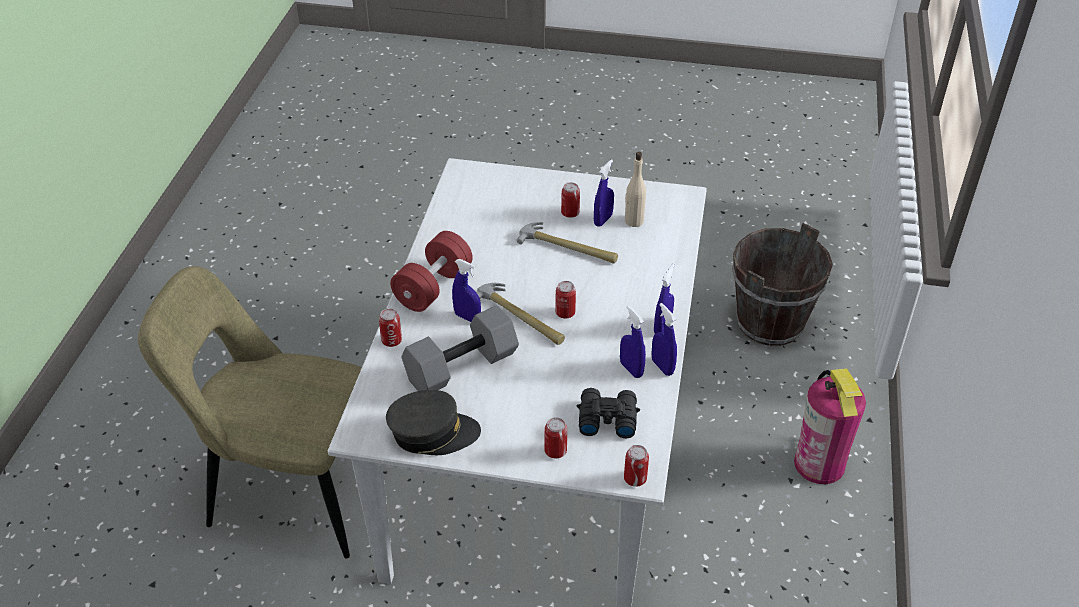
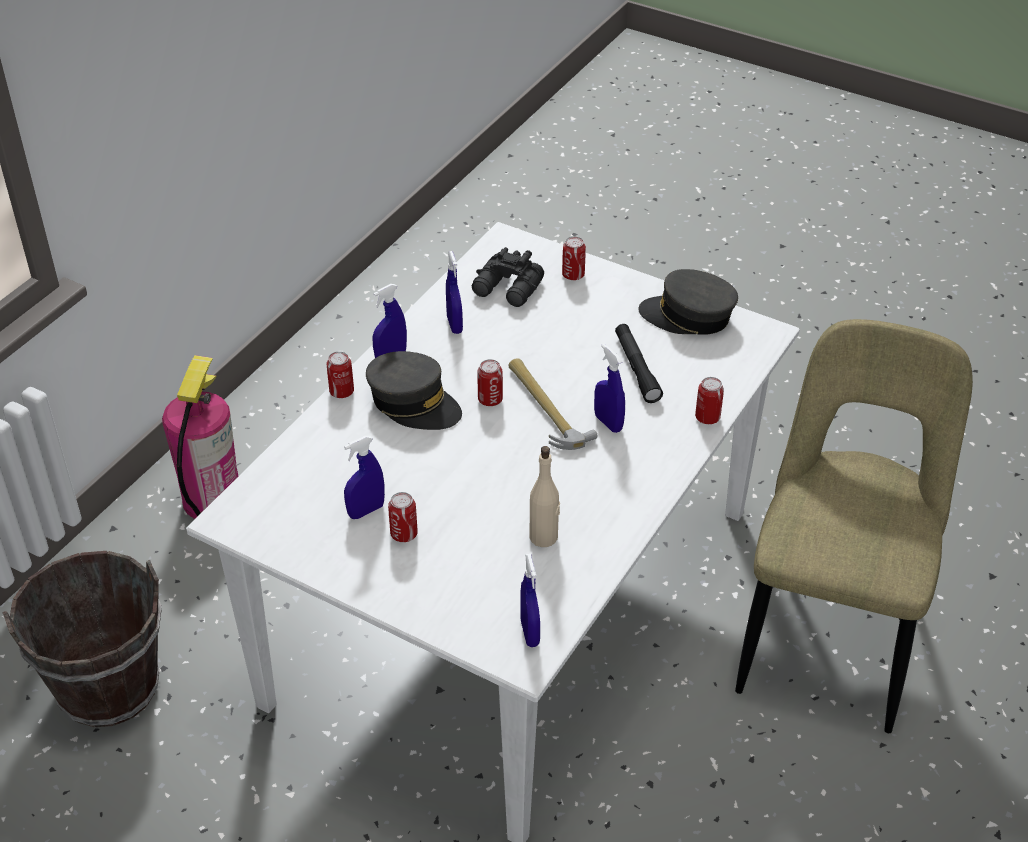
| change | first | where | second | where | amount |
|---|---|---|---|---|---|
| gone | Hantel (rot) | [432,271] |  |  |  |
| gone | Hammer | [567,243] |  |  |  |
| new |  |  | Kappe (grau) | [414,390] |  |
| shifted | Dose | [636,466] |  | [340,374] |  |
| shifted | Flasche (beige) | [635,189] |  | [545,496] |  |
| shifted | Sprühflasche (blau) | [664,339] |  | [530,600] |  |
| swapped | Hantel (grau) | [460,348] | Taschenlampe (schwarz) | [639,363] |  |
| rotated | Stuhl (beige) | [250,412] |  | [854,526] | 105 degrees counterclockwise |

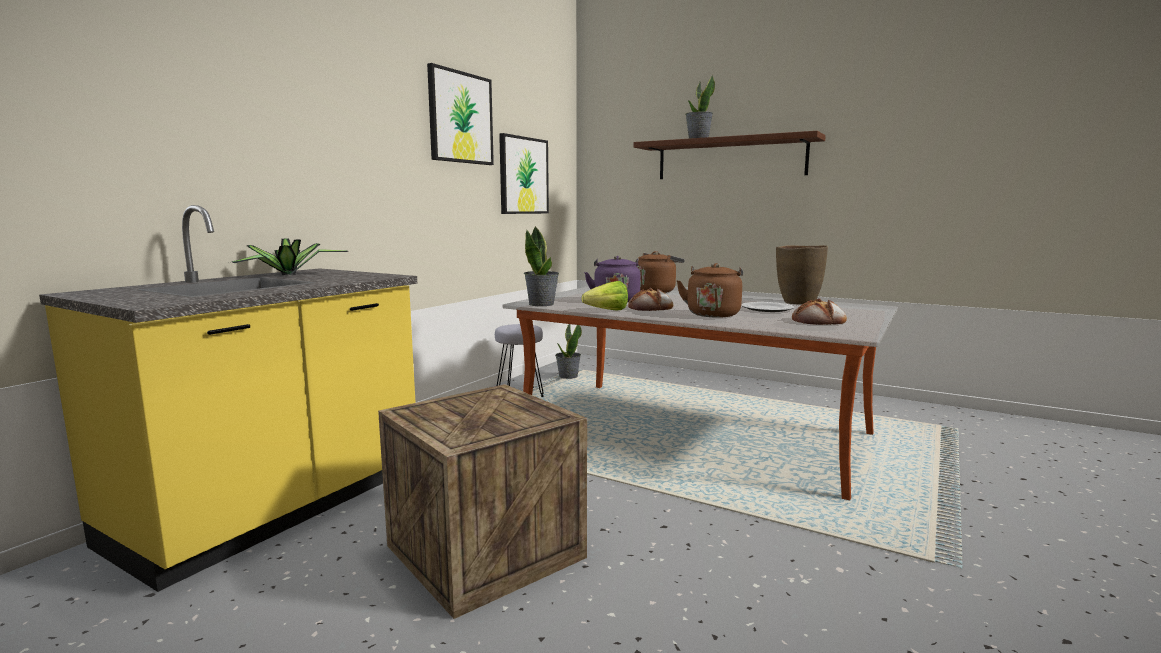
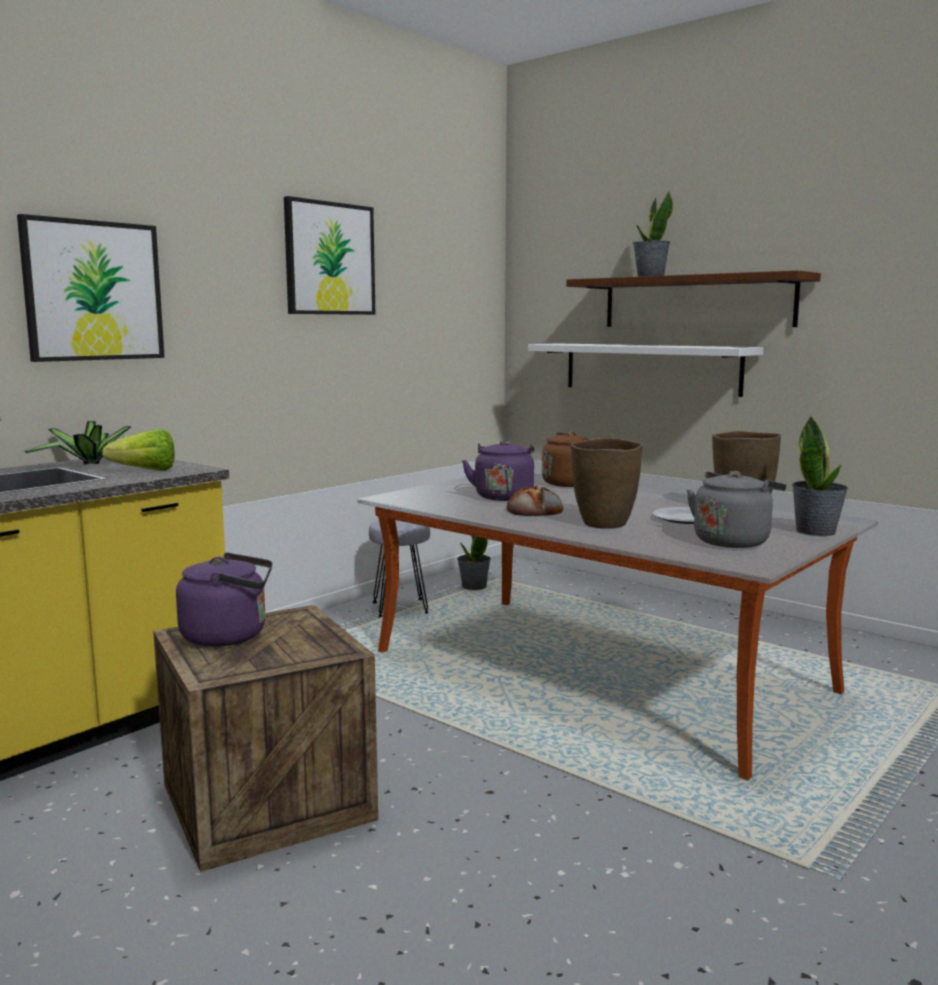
| change | first | where | second | where | amount |
|---|---|---|---|---|---|
| new |  |  | Wasserkessel (lila) | [224,600] |  |
| new |  |  | Wandregal (weiß) | [646,370] |  |
| shifted | Bild | [524,173] |  | [91,288] |  |
| shifted | Topfpflanze | [541,266] |  | [820,476] |  |
| shifted | Salatkopf | [605,295] |  | [138,450] |  |
| swapped | Wasserkessel (braun) | [710,290] | Vase (braun) | [607,483] |  |
| swapped | Brot | [819,312] | Wasserkessel (grau) | [736,509] |  |

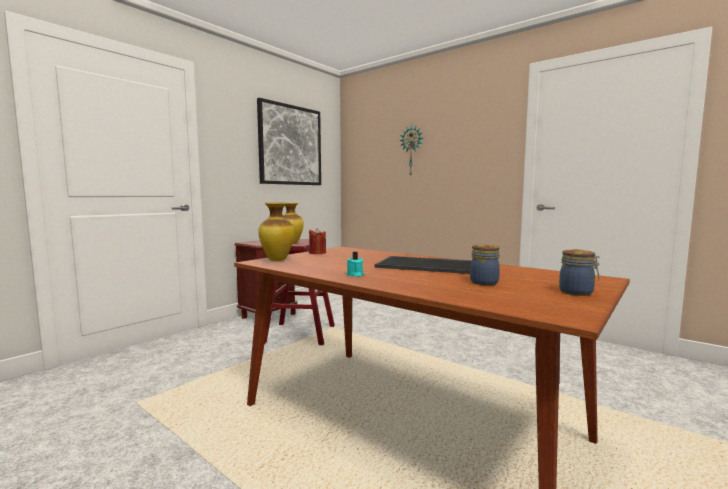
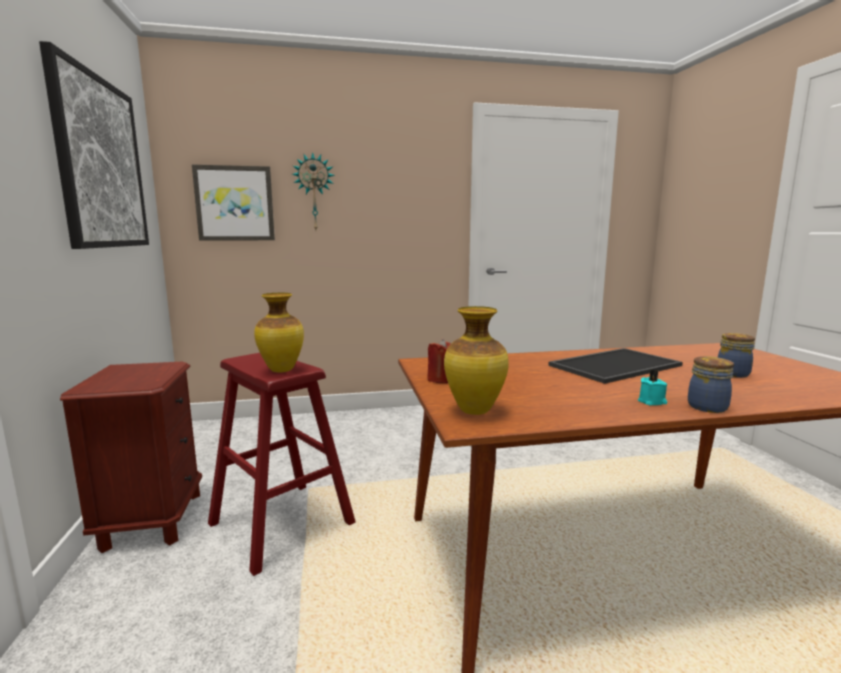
| change | first | where | second | where | amount |
|---|---|---|---|---|---|
| new |  |  | Bild | [233,203] |  |
| shifted | Vorratsglas | [579,272] |  | [711,384] |  |

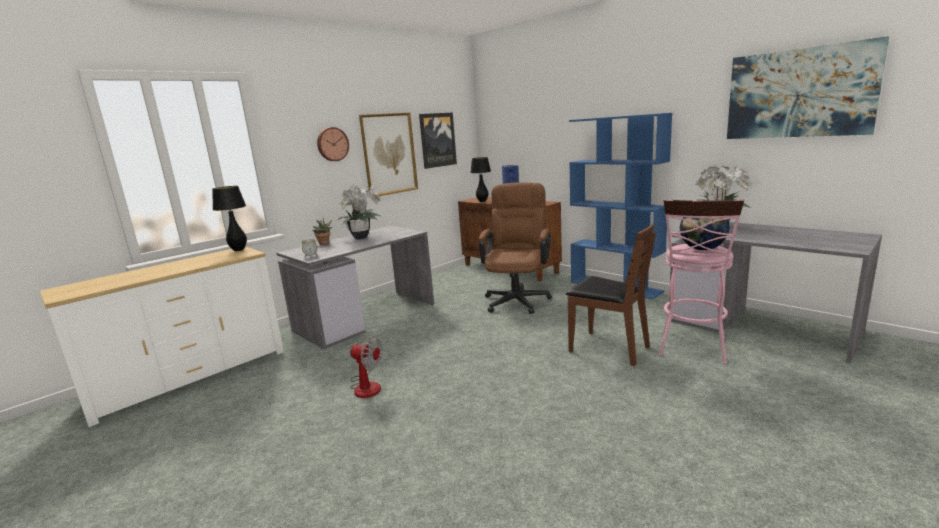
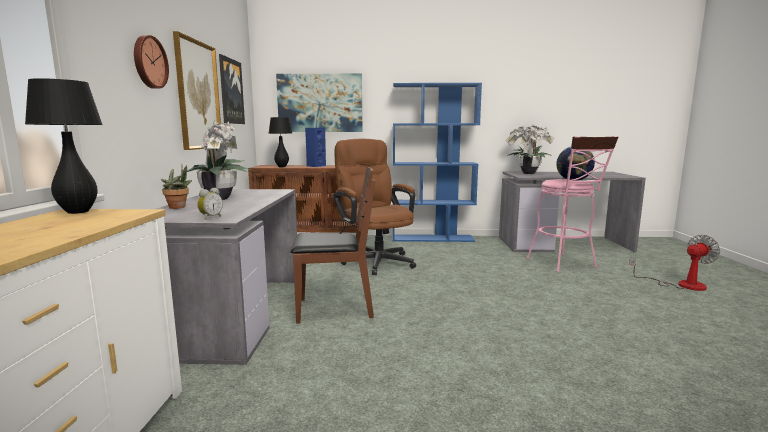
| change | first | where | second | where | amount |
|---|---|---|---|---|---|
| shifted | Ventilator | [366,367] |  | [674,263] |  |
| shifted | Stuhl (braun) | [611,295] |  | [333,245] |  |
| shifted | Bild | [808,87] |  | [319,103] |  |

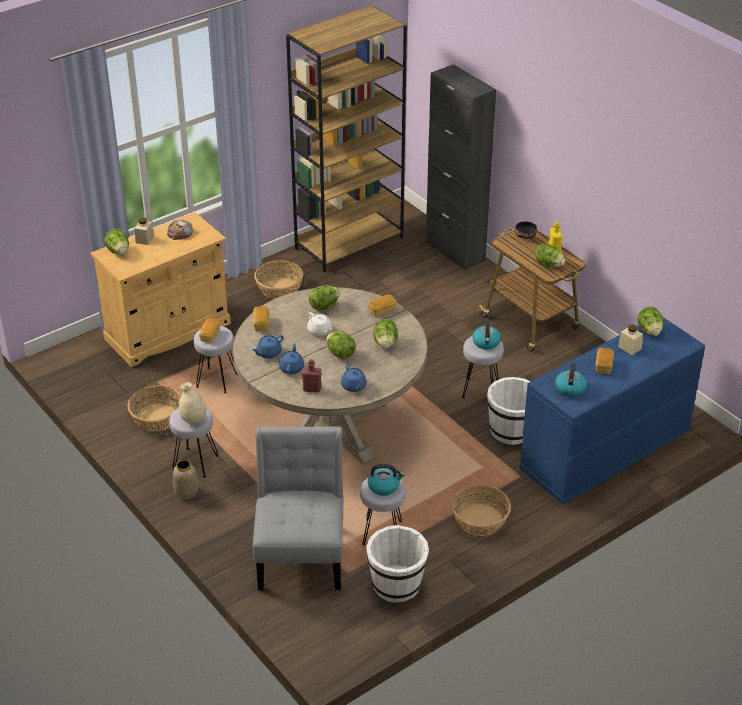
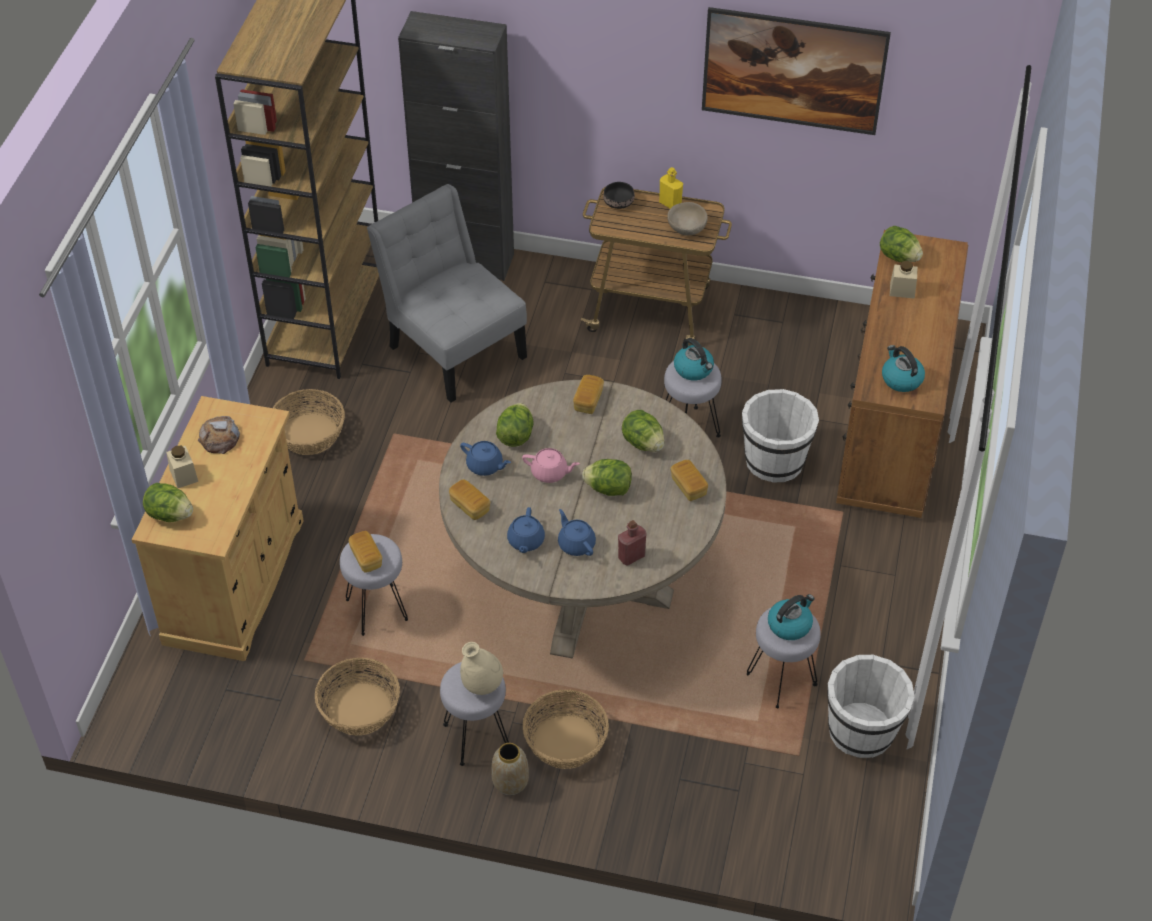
| change | first | where | second | where | amount |
|---|---|---|---|---|---|
| new |  |  | Bild | [796,71] |  |
| shifted | Stuhl (grau) | [298,508] |  | [447,293] |  |
| shifted | Teekanne (blau) | [354,378] |  | [485,458] |  |
| shifted | Korb | [481,510] |  | [566,729] |  |
| shifted | Brot | [605,361] |  | [689,480] |  |
| swapped | Salatkopf | [550,255] | Schüssel (beige) | [687,218] |  |
| repainted | Teekanne (weiß) | [319,324] | Teekanne (rosa) | [551,465] |  |
| repainted | Kommode (blau) | [612,410] | Kommode (braun) | [902,374] |  |

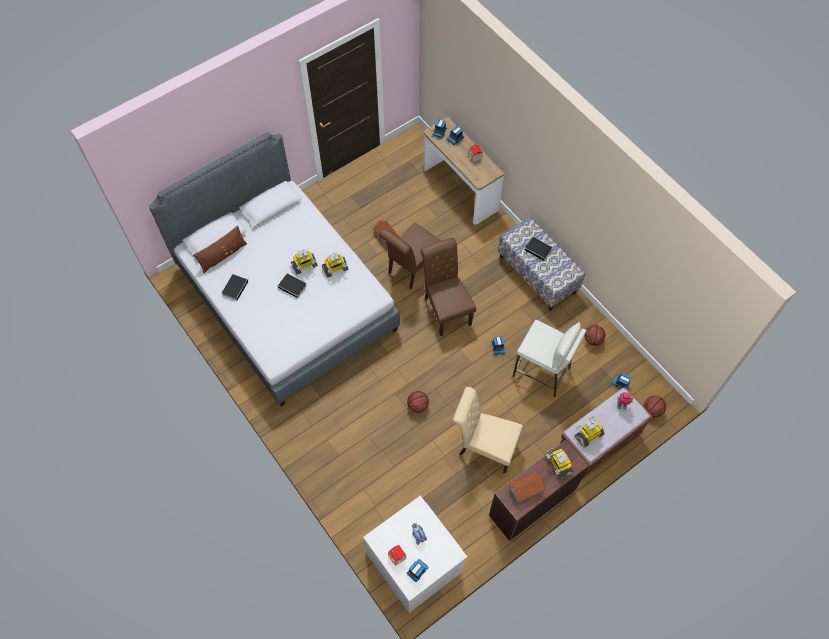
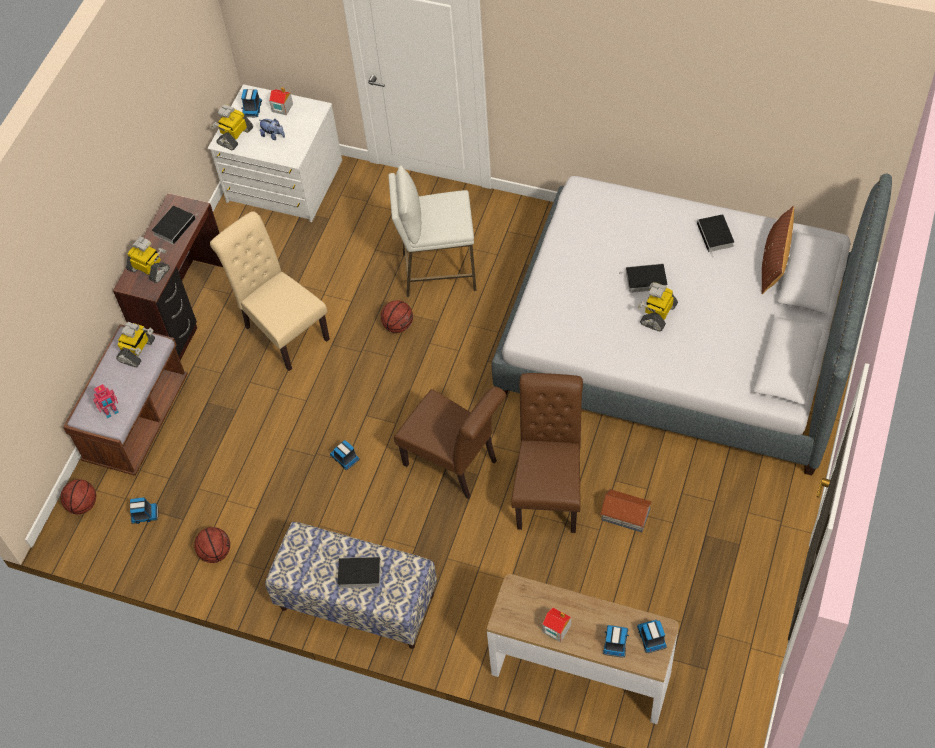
| change | first | where | second | where | amount |
|---|---|---|---|---|---|
| shifted | Spielzeugroboter | [335,265] |  | [232,127] |  |
| shifted | Hocker (weiß) | [549,358] |  | [432,231] |  |
| swapped | Spielzeughaus | [527,487] | Buch | [173,225] |  |
| rotated | Stuhl (beige) | [488,430] |  | [270,291] | 120 degrees counterclockwise |

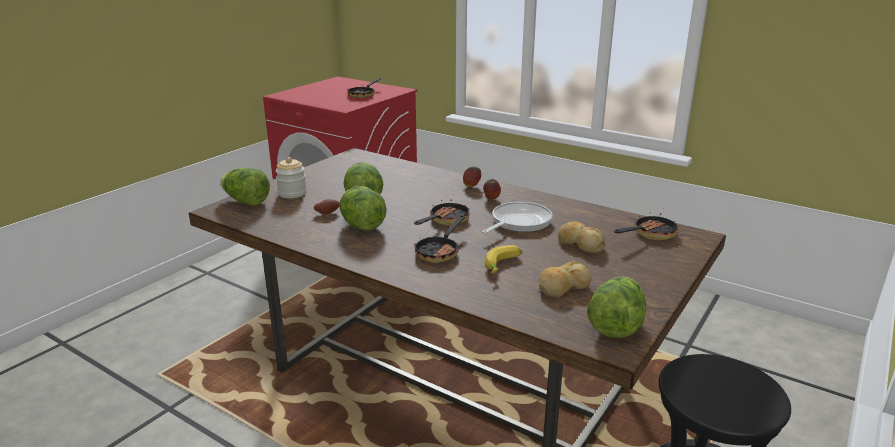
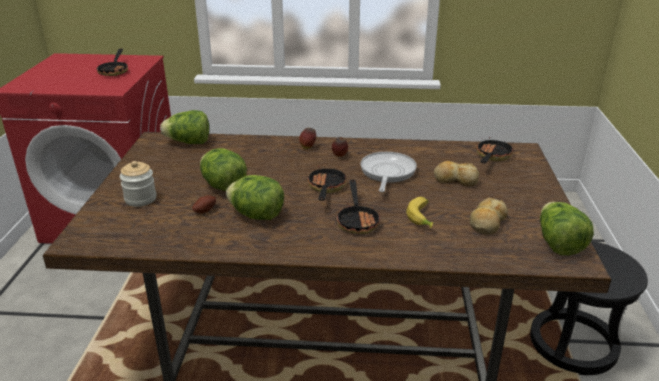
| change | first | where | second | where | amount |
|---|---|---|---|---|---|
| shifted | Salatkopf | [245,187] |  | [184,127] |  |

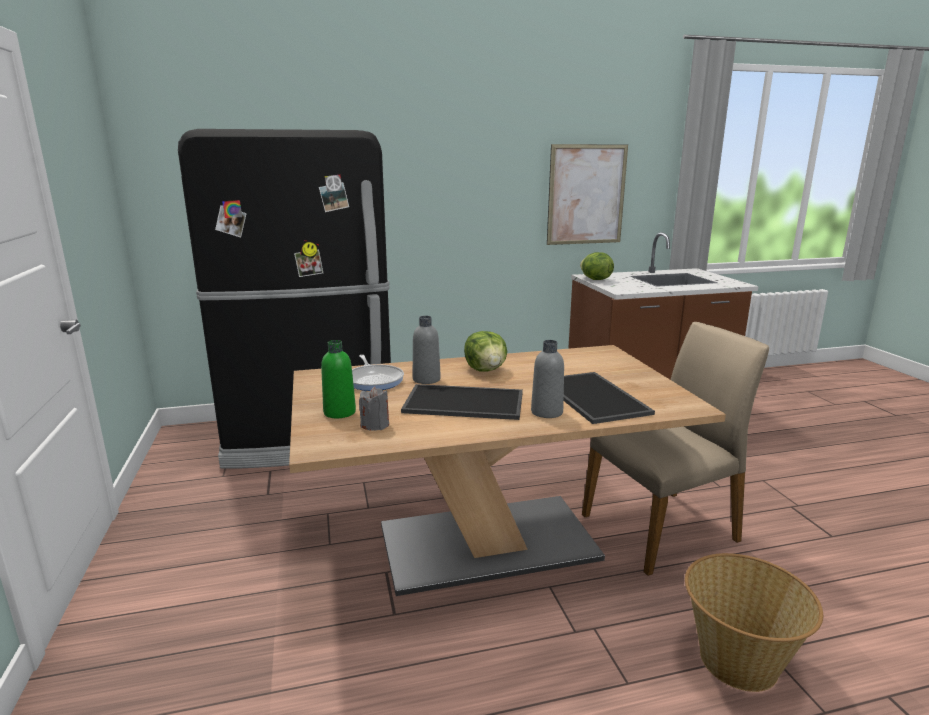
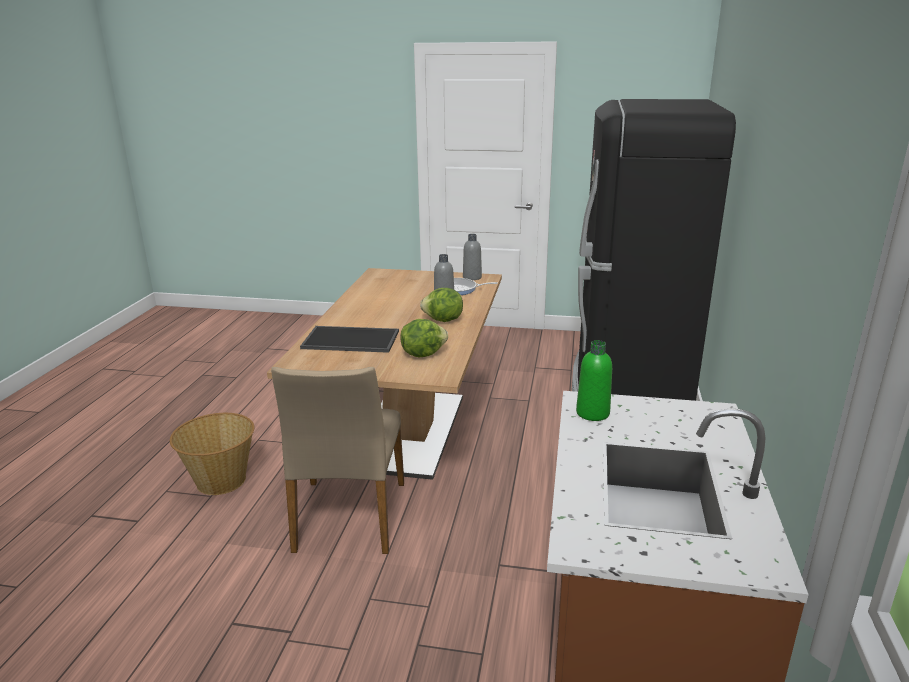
| change | first | where | second | where | amount |
|---|---|---|---|---|---|
| gone | Kerze (grau) | [374,409] |  |  |  |
| gone | Tablett | [462,402] |  |  |  |
| gone | Bild | [587,194] |  |  |  |
| shifted | Flasche (grün) | [338,379] |  | [594,380] |  |
| shifted | Flasche (grau) | [547,379] |  | [472,257] |  |
| shifted | Salatkopf | [597,266] |  | [424,338] |  |

